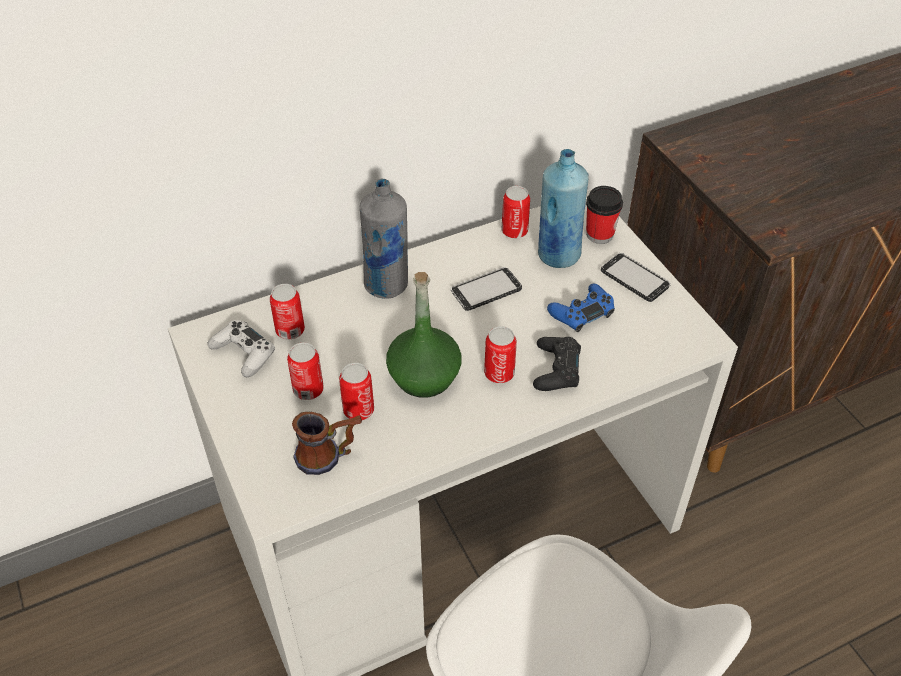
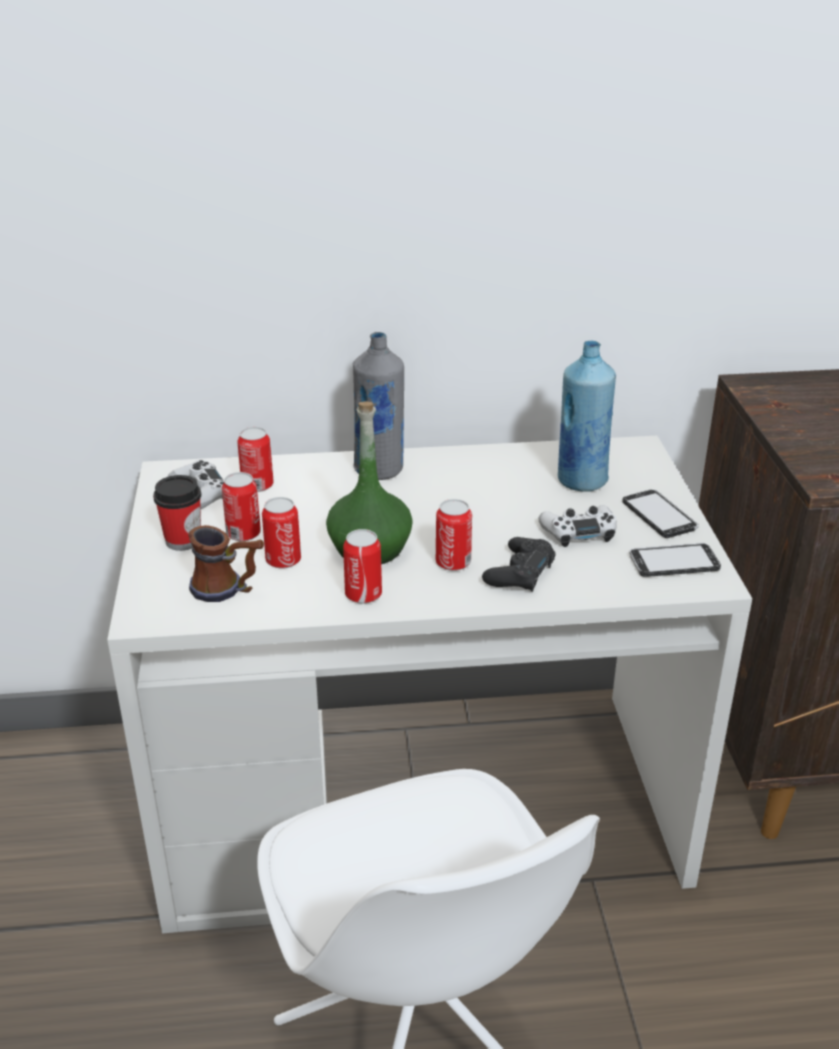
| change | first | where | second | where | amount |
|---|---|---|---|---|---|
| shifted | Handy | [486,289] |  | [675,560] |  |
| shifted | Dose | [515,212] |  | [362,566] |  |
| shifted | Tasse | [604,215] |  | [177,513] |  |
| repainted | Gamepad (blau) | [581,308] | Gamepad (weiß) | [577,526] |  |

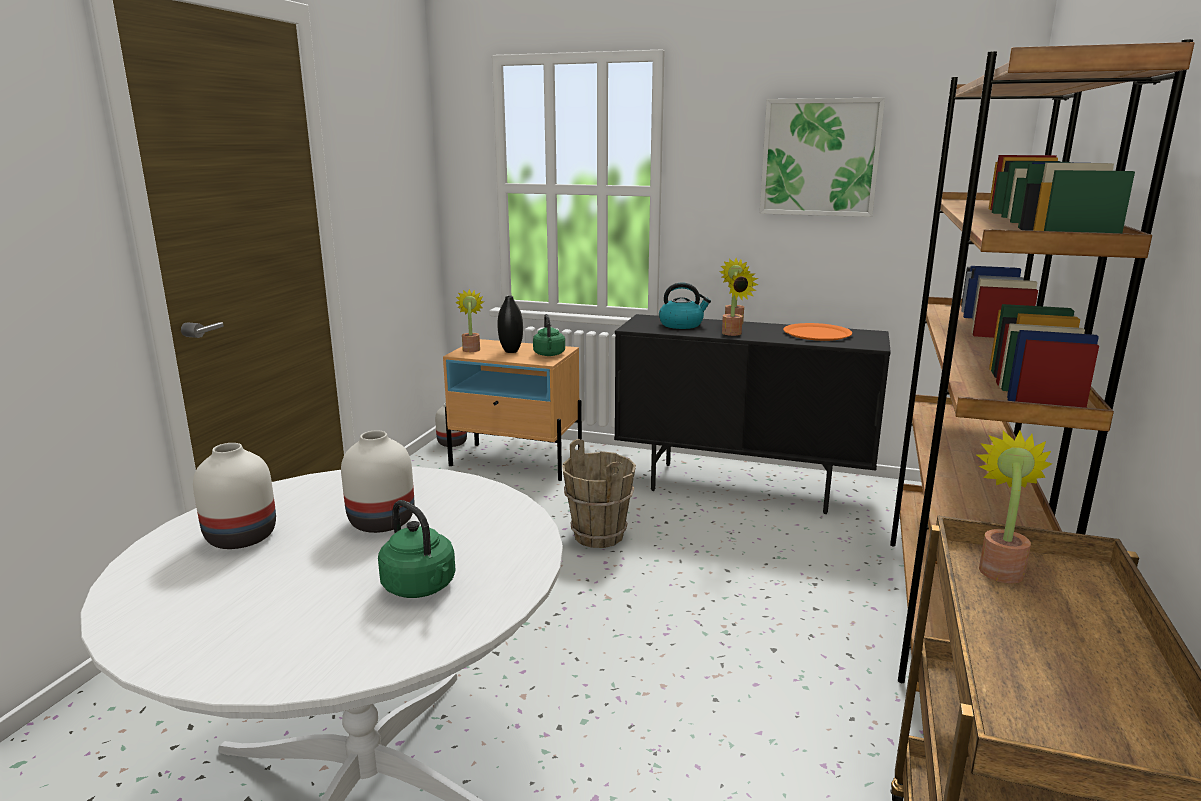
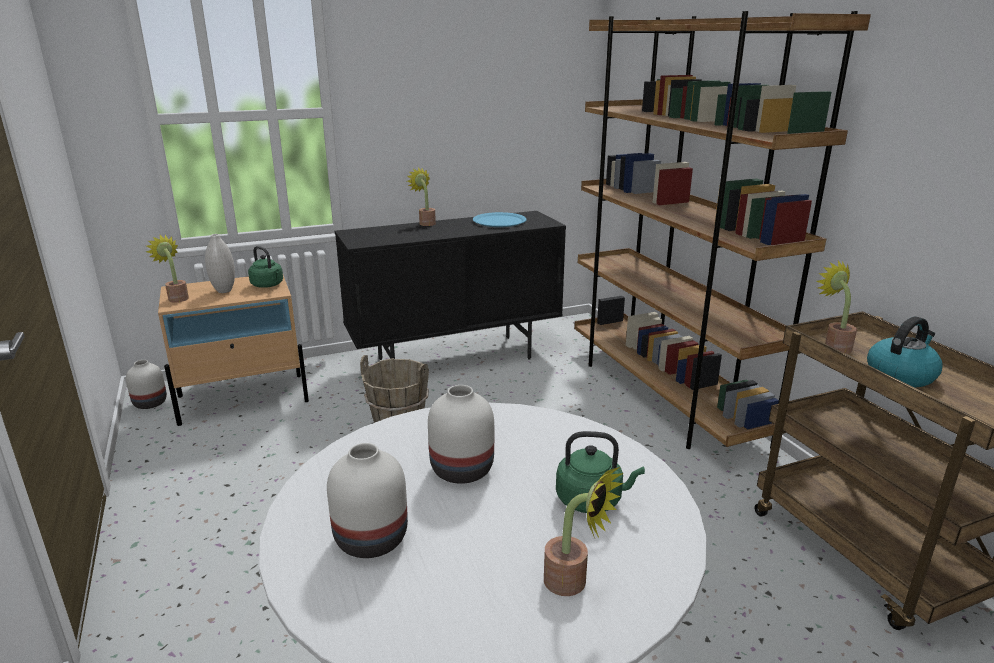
| change | first | where | second | where | amount |
|---|---|---|---|---|---|
| gone | Bild | [822,157] |  |  |  |
| shifted | Wasserkessel | [685,305] |  | [905,352] |  |
| shifted | Topfpflanze | [740,303] |  | [584,531] |  |
| repainted | Vase (schwarz) | [510,324] | Vase (weiß) | [220,263] |  |
| repainted | Teller (orange) | [817,332] | Teller (blau) | [500,219] |  |

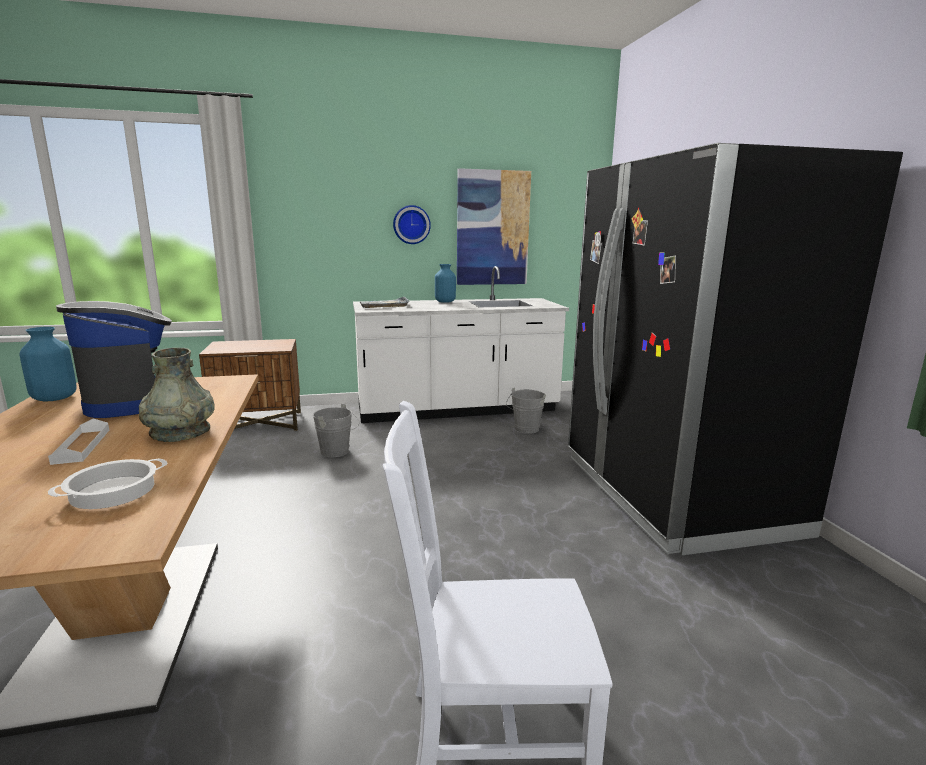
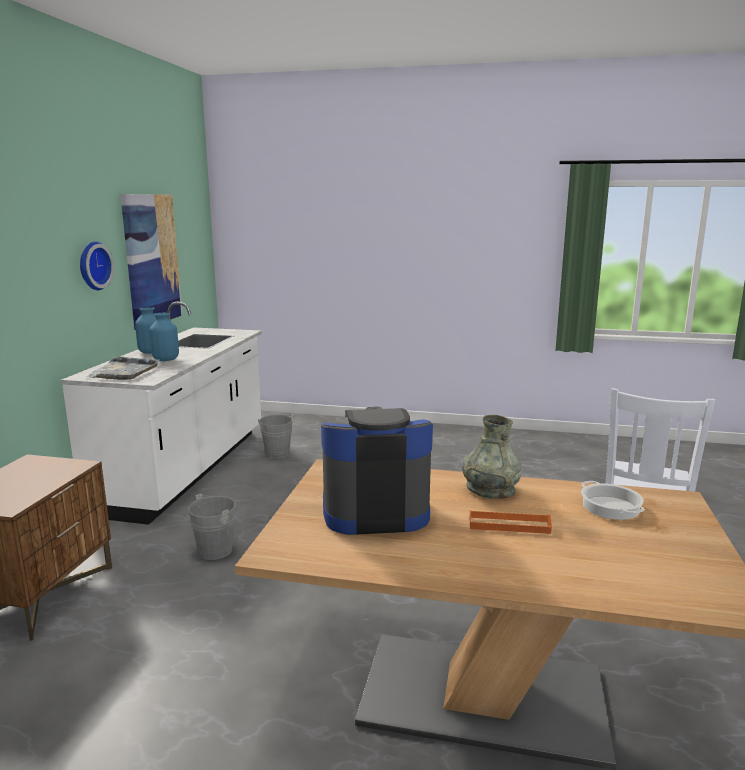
| change | first | where | second | where | amount |
|---|---|---|---|---|---|
| gone | Kühlschrank (schwarz) | [735,349] |  |  |  |
| shifted | Vase (blau) | [48,364] |  | [164,337] |  |
| repainted | Tablett (weiß) | [78,442] | Tablett (orange) | [511,522] |  |

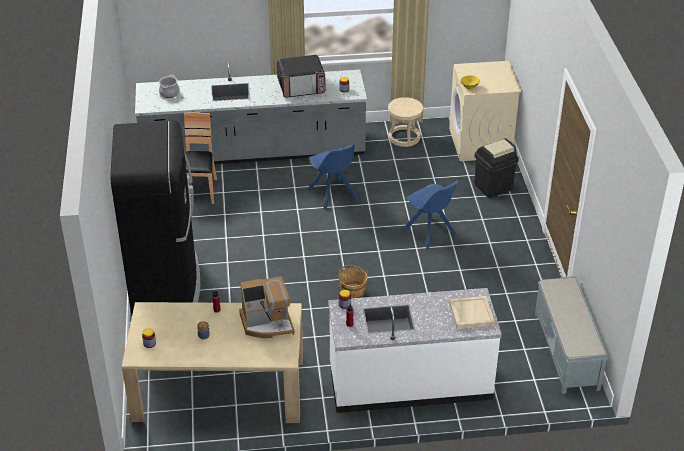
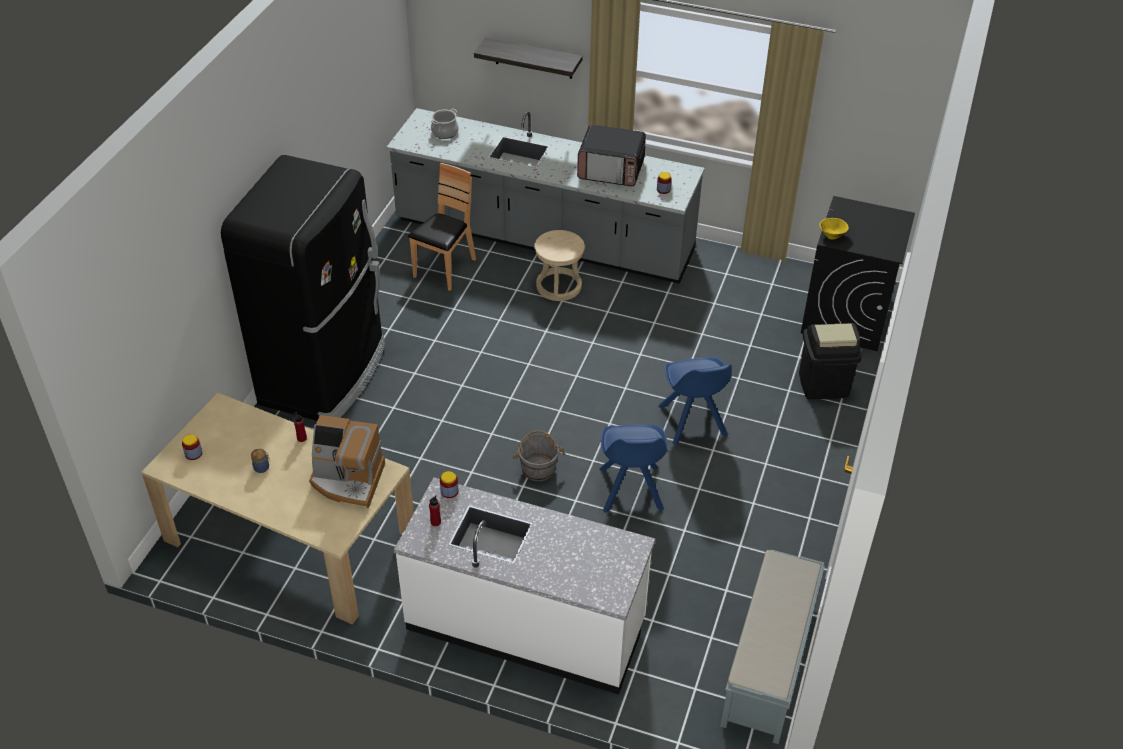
| change | first | where | second | where | amount |
|---|---|---|---|---|---|
| gone | Tablett (beige) | [472,312] |  |  |  |
| new |  |  | Wandregal | [528,58] |  |
| shifted | Stuhl (blau) | [332,177] |  | [633,468] |  |
| shifted | Hocker (beige) | [405,122] |  | [559,265] |  |
| repainted | Eimer (braun) | [353,281] | Eimer (grau) | [538,455] |  |
| repainted | Waschmaschine (beige) | [485,111] | Waschmaschine (schwarz) | [858,273] |  |

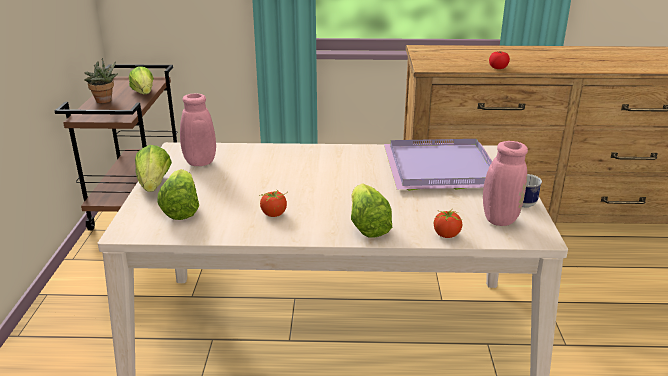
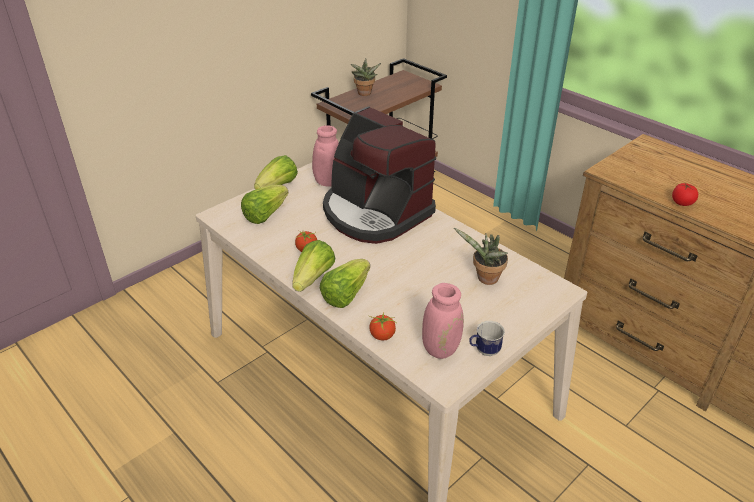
| change | first | where | second | where | amount |
|---|---|---|---|---|---|
| new |  |  | Kaffeemaschine | [379,175] |  |
| shifted | Salatkopf | [141,80] |  | [313,266] |  |
| swapped | Tablett (lila) | [438,165] | Topfpflanze | [481,256] |  |

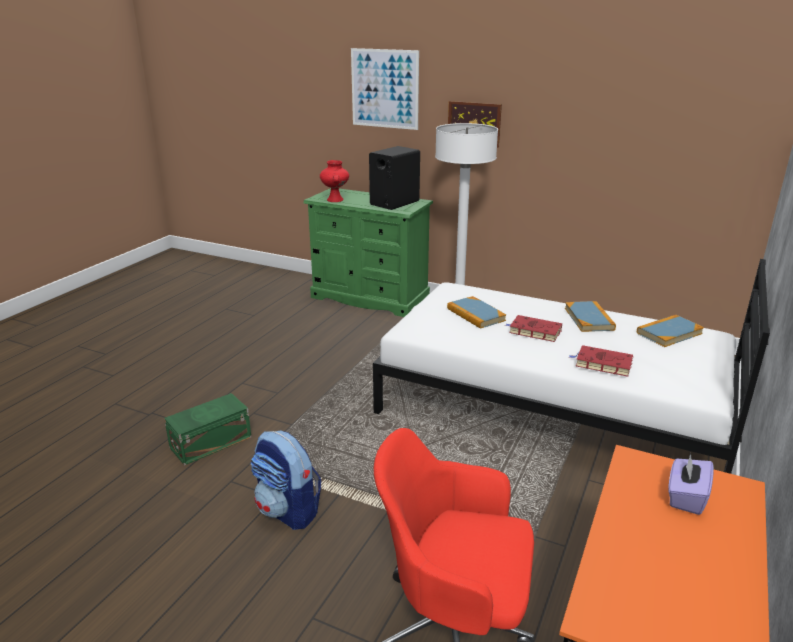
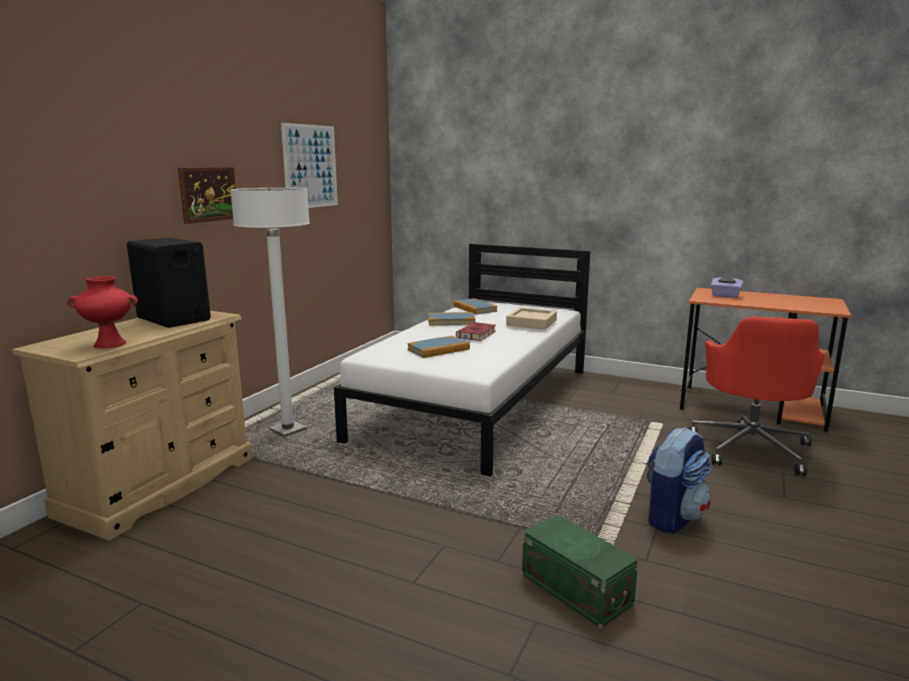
| change | first | where | second | where | amount |
|---|---|---|---|---|---|
| shifted | Bild | [385,89] |  | [309,165] |  |
| swapped | Buch (rot) | [601,361] | Tablett (beige) | [531,318] |  |
| repainted | Kommode (grün) | [368,252] | Kommode (beige) | [132,426] |  |

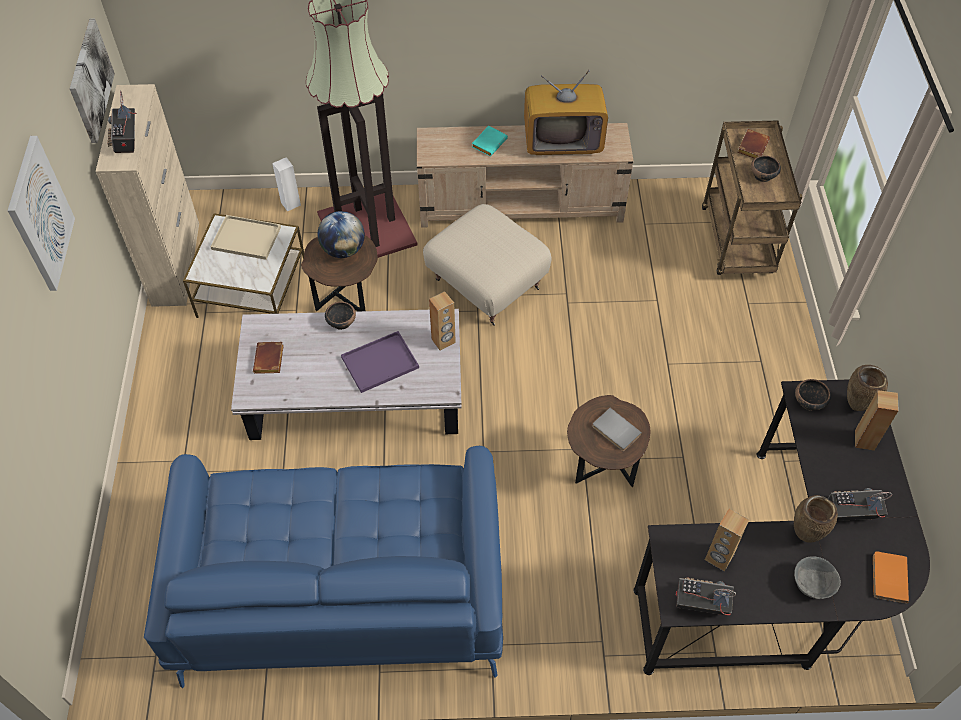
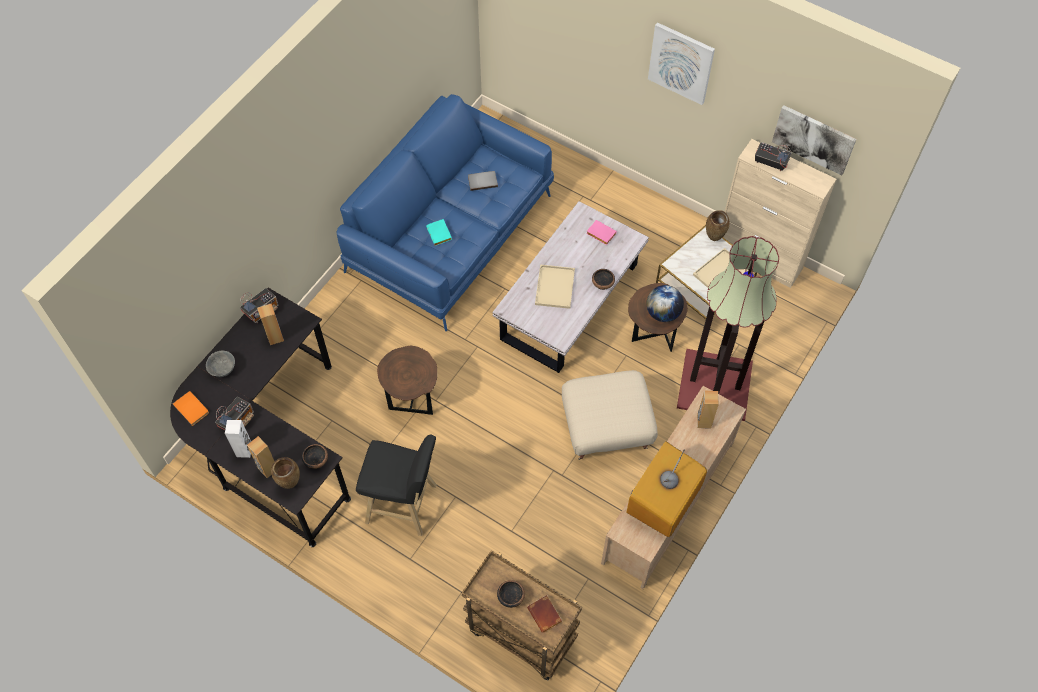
| change | first | where | second | where | amount |
|---|---|---|---|---|---|
| new |  |  | Hocker (schwarz) | [396,485] |  |
| shifted | Lautsprecher (weiß) | [286,184] |  | [238,439] |  |
| shifted | Lautsprecher (braun) | [442,321] |  | [708,409] |  |
| shifted | Buch (türkis) | [490,141] |  | [439,232] |  |
| shifted | Buch (grau) | [617,429] |  | [483,181] |  |
| shifted | Vase (braun) | [816,519] |  | [718,225] |  |
| repainted | Buch (braun) | [268,358] | Buch (rosa) | [601,232] |  |
| repainted | Tablett (lila) | [380,362] | Tablett (beige) | [555,287] |  |

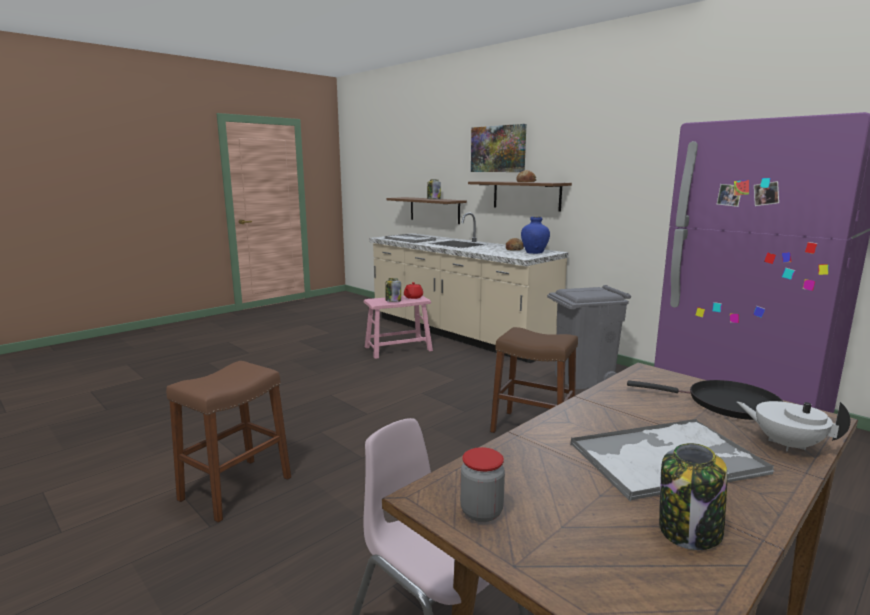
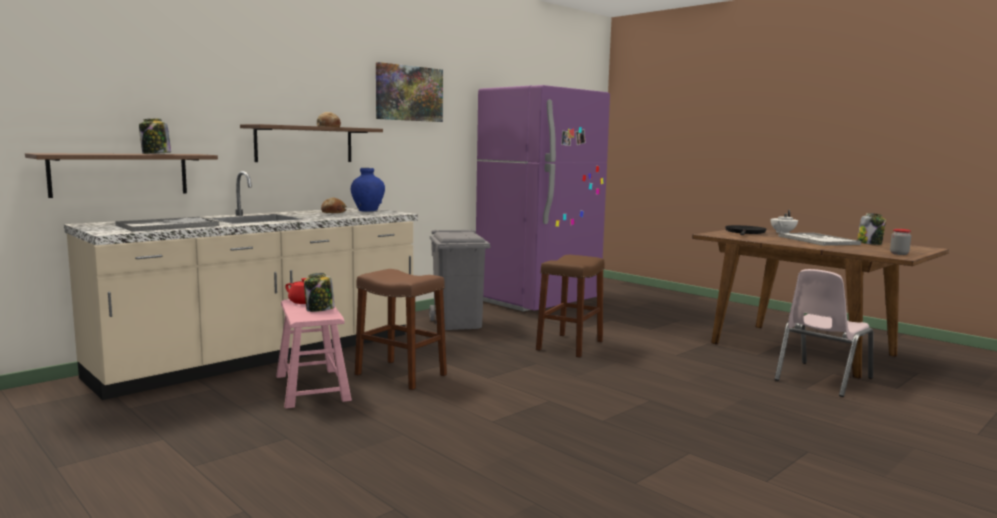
| change | first | where | second | where | amount |
|---|---|---|---|---|---|
| shifted | Hocker (braun) | [228,442] |  | [401,329] |  |
| shifted | Bild | [499,148] |  | [409,92] |  |

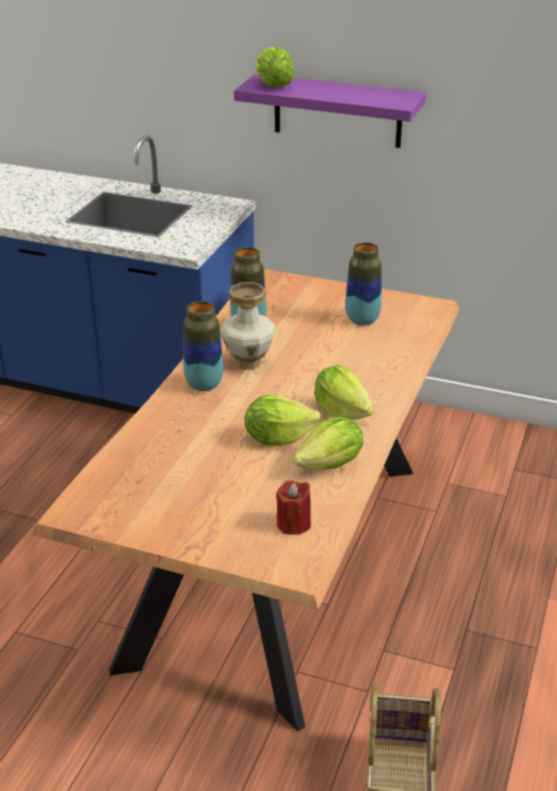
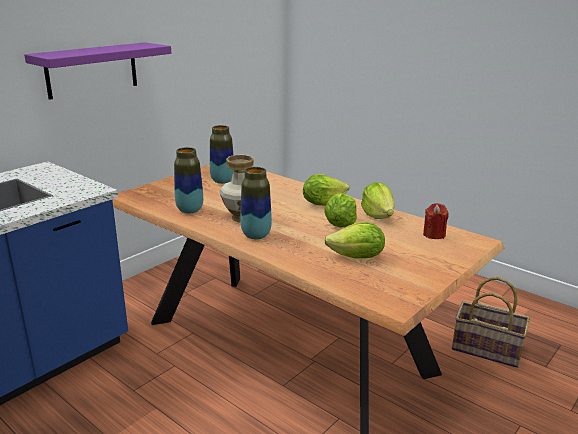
| change | first | where | second | where | amount |
|---|---|---|---|---|---|
| shifted | Salatkopf | [275,67] |  | [354,240] |  |

